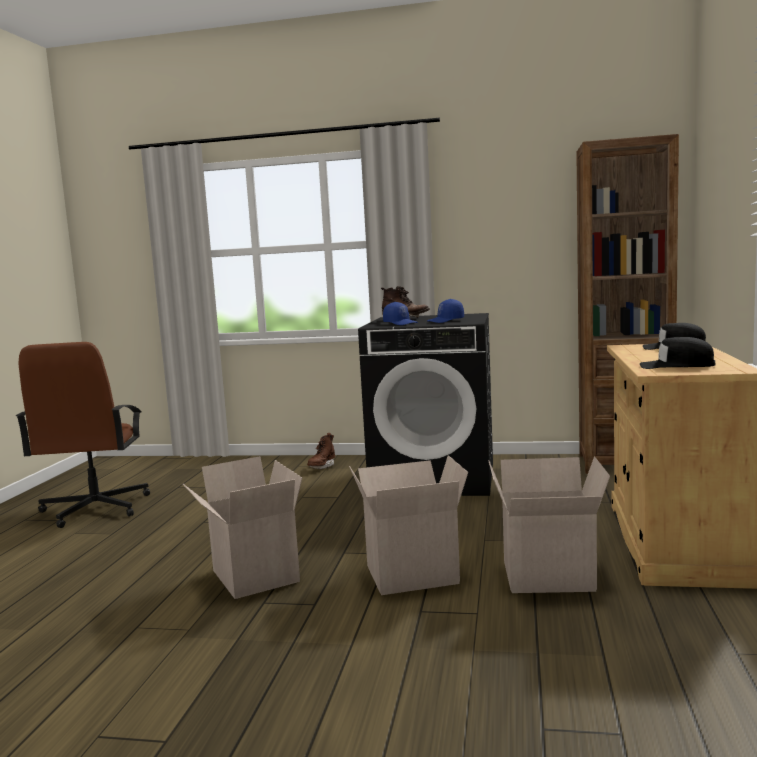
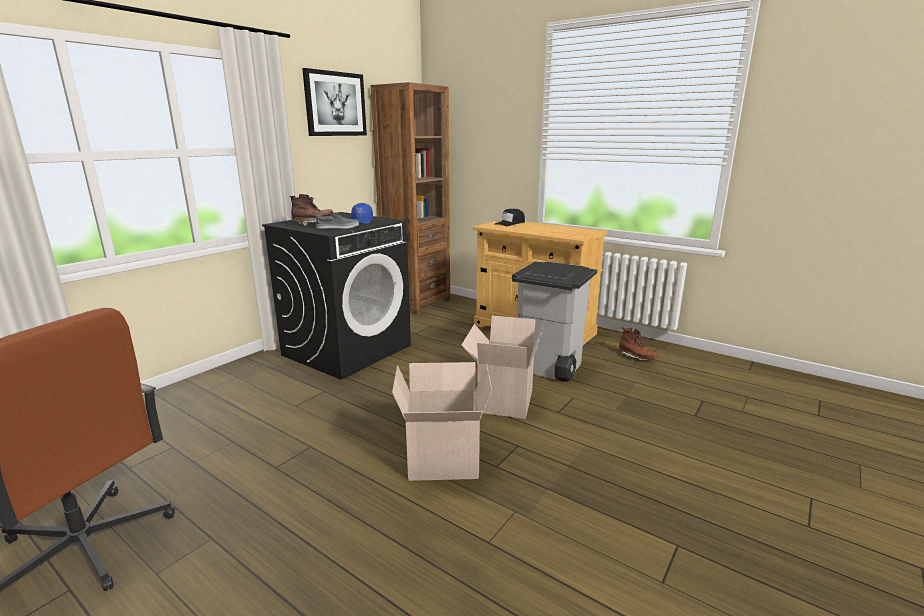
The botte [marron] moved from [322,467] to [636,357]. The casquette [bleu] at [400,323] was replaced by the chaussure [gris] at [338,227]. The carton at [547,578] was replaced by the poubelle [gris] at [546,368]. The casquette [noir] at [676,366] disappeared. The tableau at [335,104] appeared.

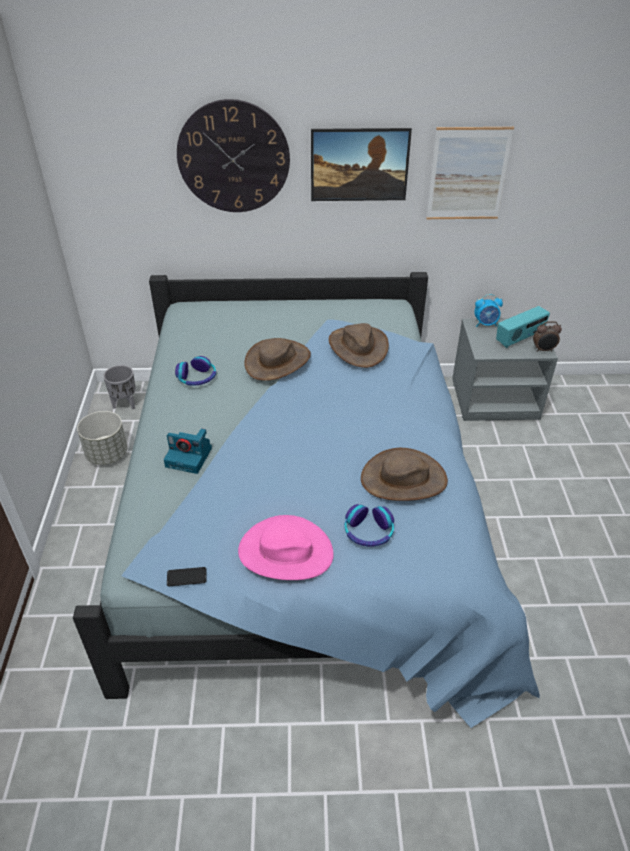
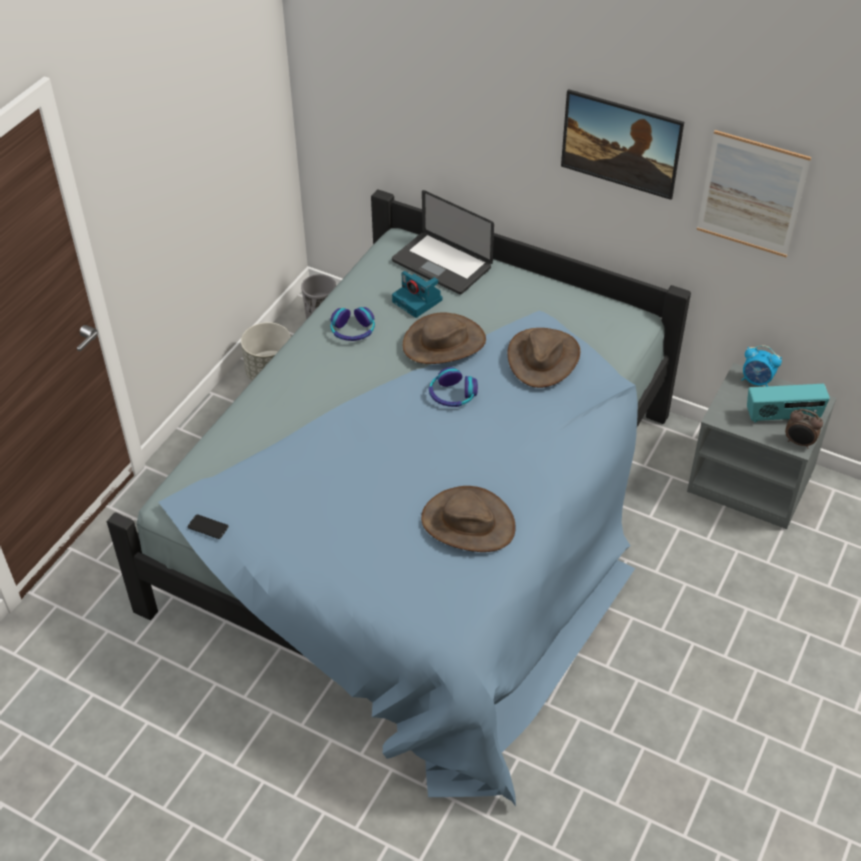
The appareil photo moved from [190,457] to [418,301]. The horloge murale at [233,157] disappeared. The chapeau [rose] at [285,552] disappeared. The casque audio moved from [368,532] to [452,395]. The ordinateur portable at [441,264] appeared.

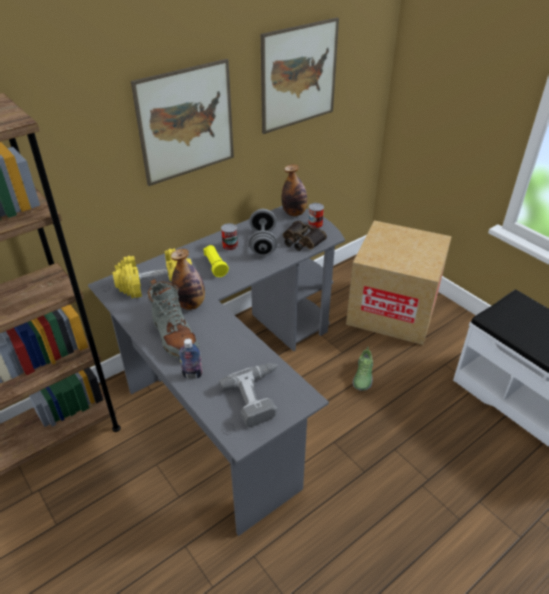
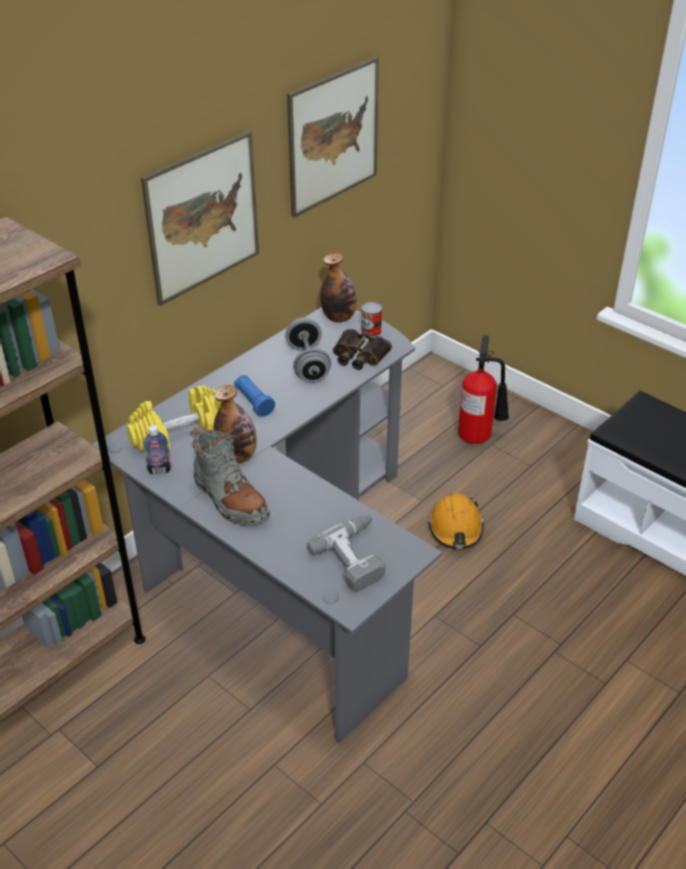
The bouteille moved from [192,375] to [159,470]. The lampe de poche [jaune] at [215,266] became the lampe de poche [bleu] at [254,402]. The boîte métallique at [230,246] disappeared. The carton at [392,310] was replaced by the extincteur at [479,436]. The chaussure at [362,376] was replaced by the casque de chantier [orange] at [456,529].

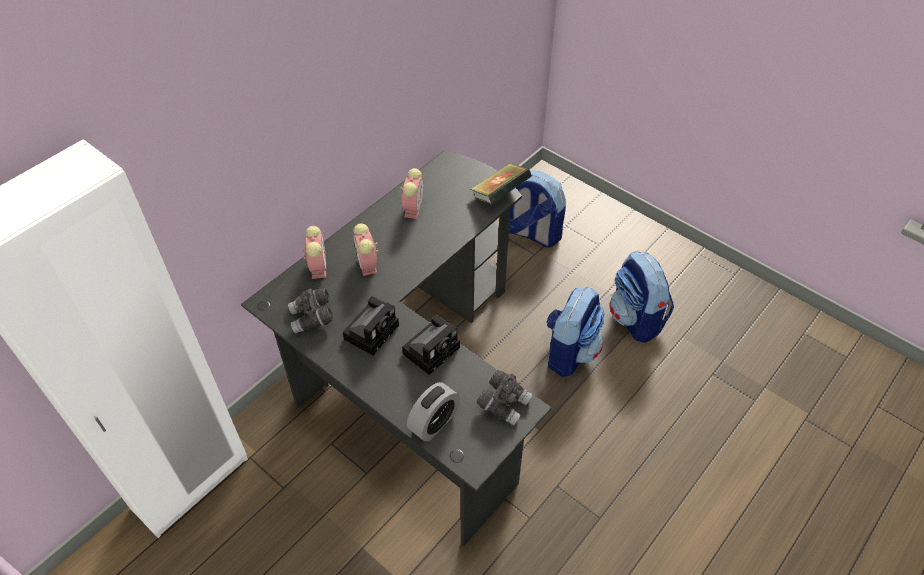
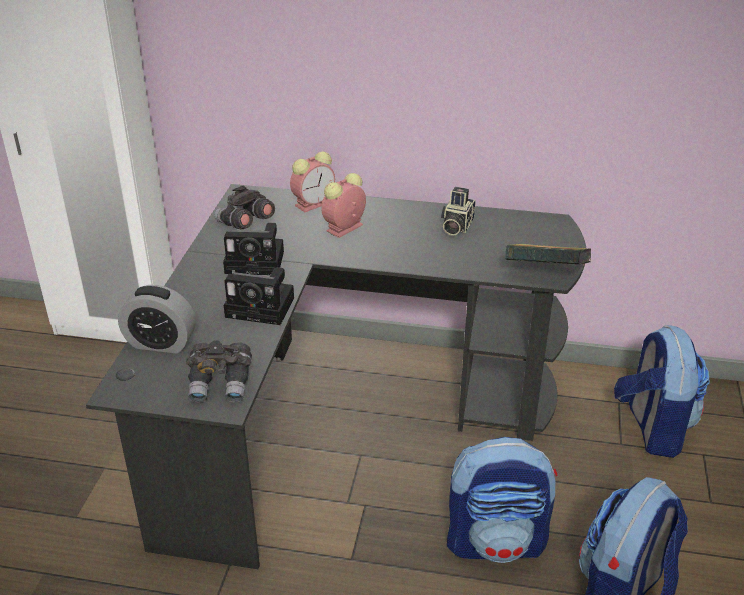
The réveil at [413,208] was replaced by the appareil photo at [456,226].

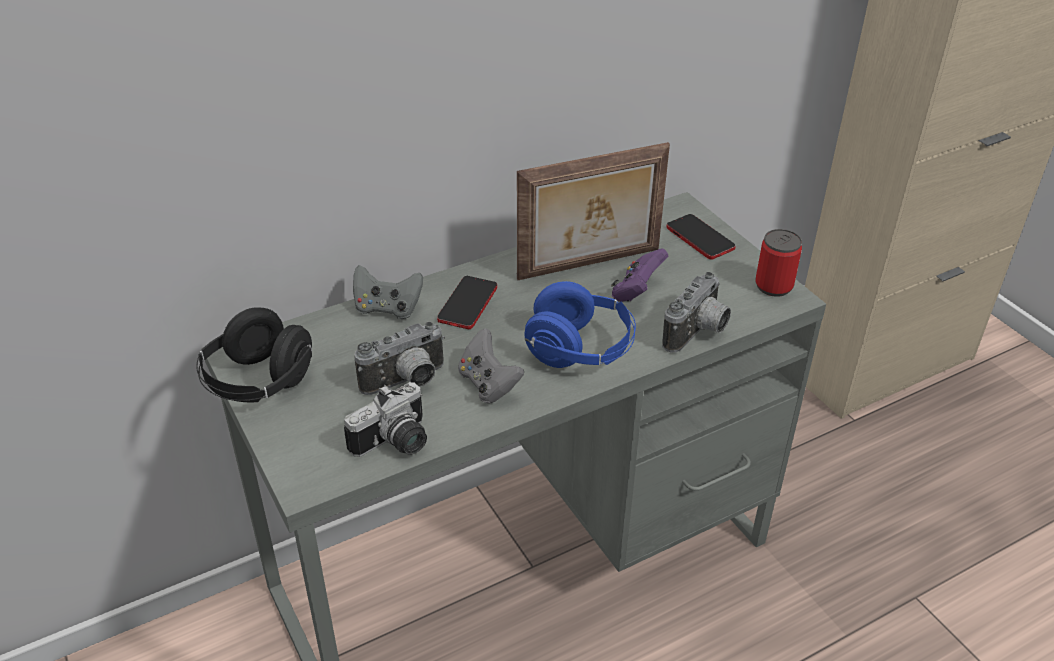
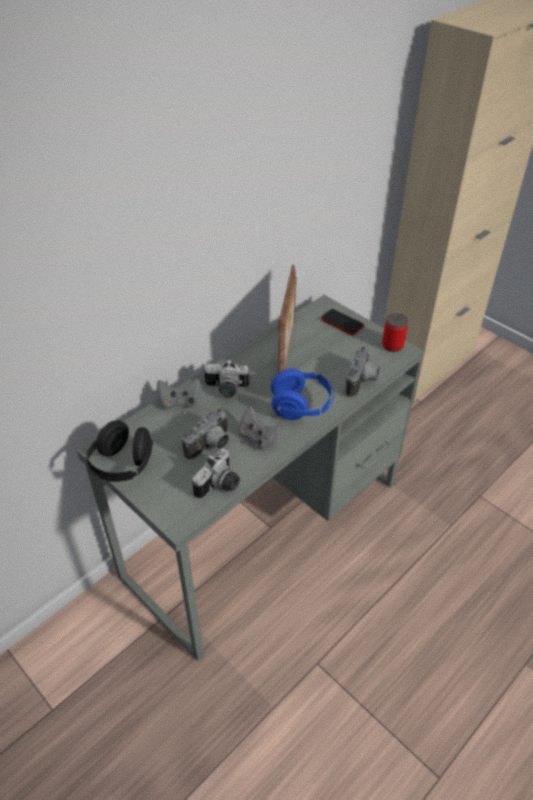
The téléphone at [468,304] was replaced by the appareil photo at [226,390]. The cadre photo at [590,265] turned 45 degrees counterclockwise. The manette [violet] at [636,292] disappeared.

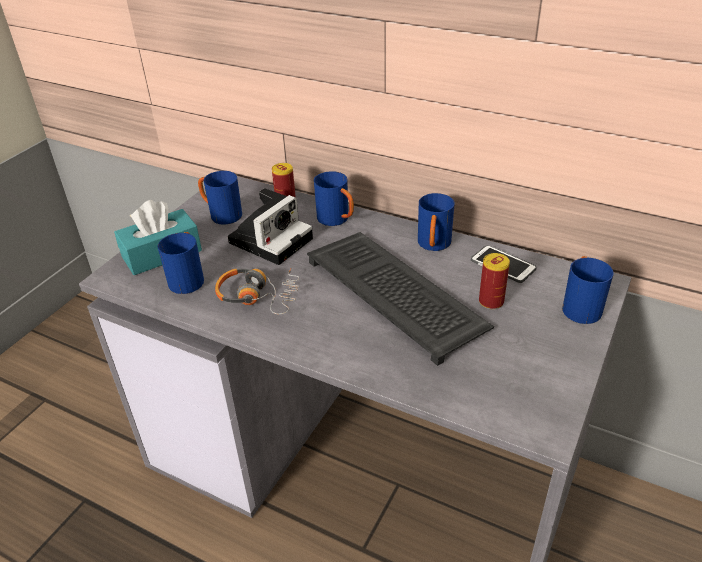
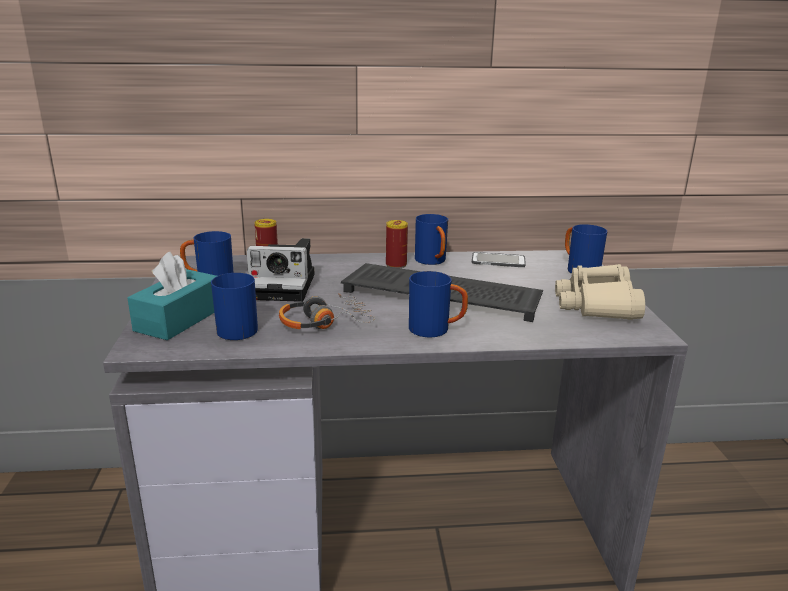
The appareil photo at [272,239] turned 90 degrees clockwise. The mug [bleu] moved from [337,220] to [436,330]. The boîte métallique moved from [491,302] to [396,265]. The jumelles [beige] at [597,305] appeared.

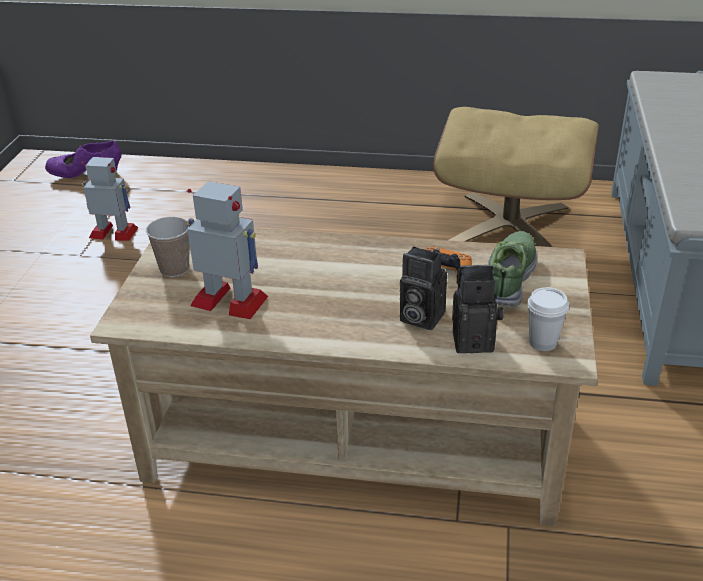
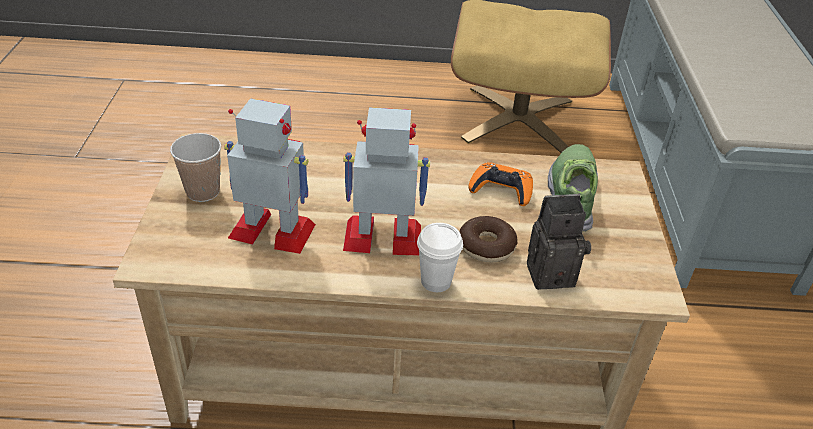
The chaussure [violet] at [86,175] disappeared. The robot jouet moved from [114,232] to [384,237]. The appareil photo at [419,317] was replaced by the beignet at [486,246]. The tasse [blanc] moved from [542,342] to [436,281].

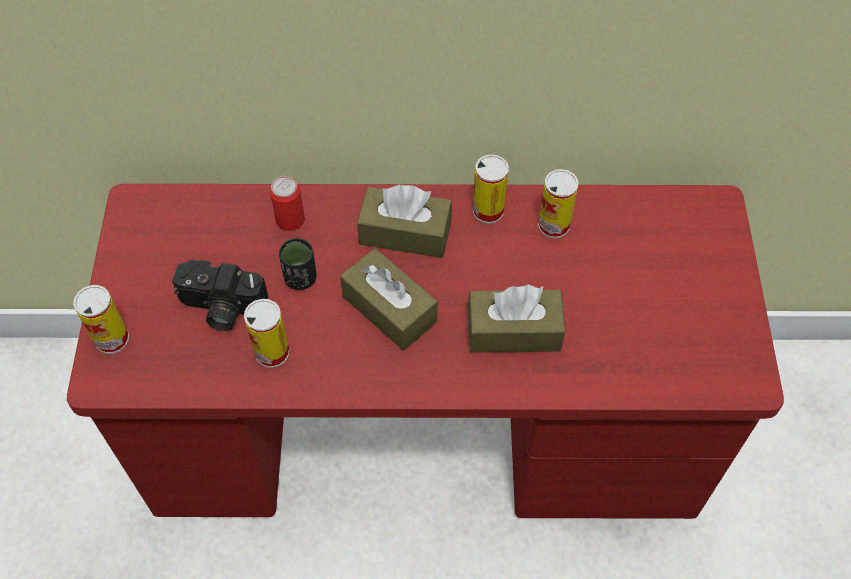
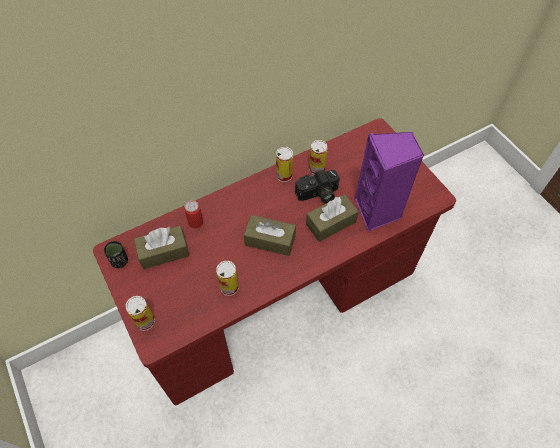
The appareil photo moved from [220,308] to [318,194]. The tasse [noir] moved from [300,278] to [119,261]. The boîte à mouchoirs [marron] moved from [405,233] to [163,252]. The enceinte [violet] at [378,211] appeared.

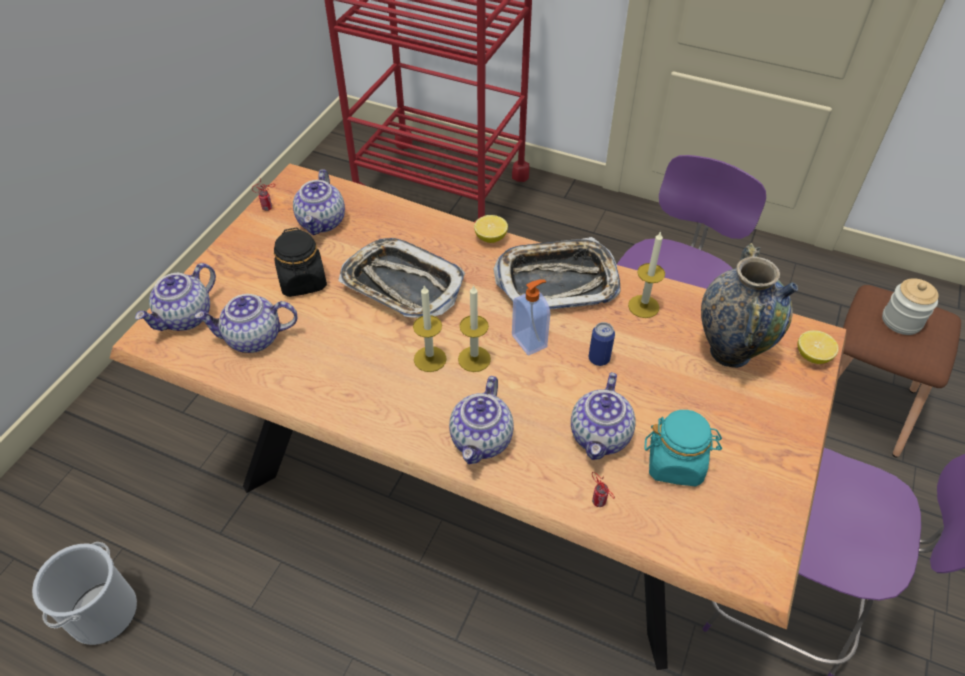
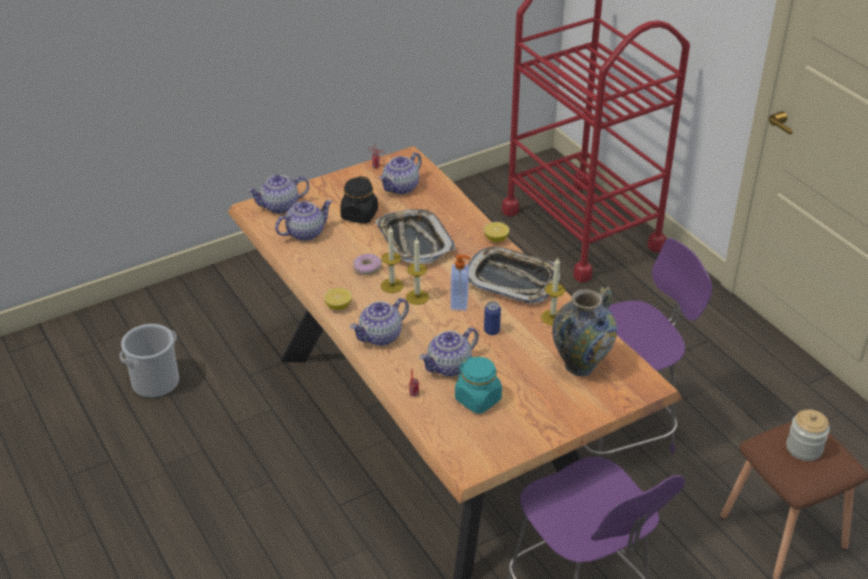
The théière at [253,338] turned 120 degrees clockwise. The citron moved from [812,356] to [338,306]. The beignet at [367,268] appeared.

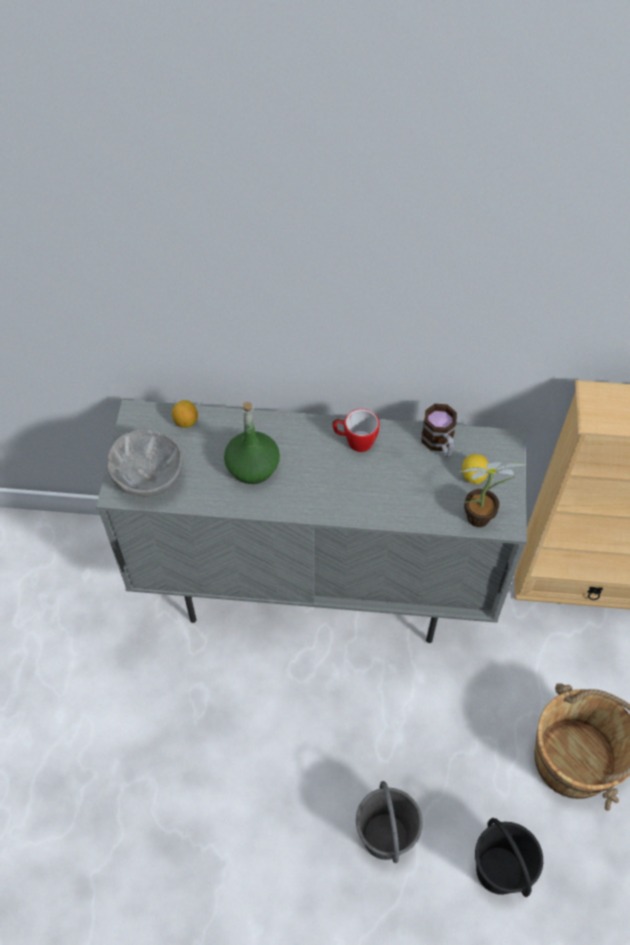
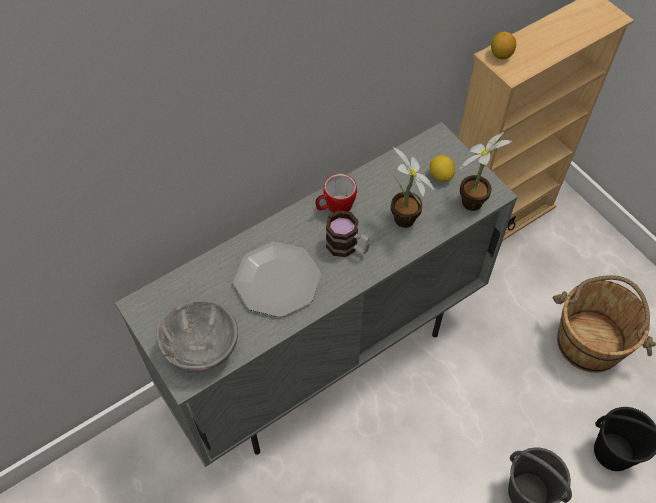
The citron moved from [186,421] to [500,55]. The bouteille [vert] at [253,467] was replaced by the assiette at [277,280]. The mug moved from [439,444] to [347,247]. The plante en pot at [405,222] appeared.

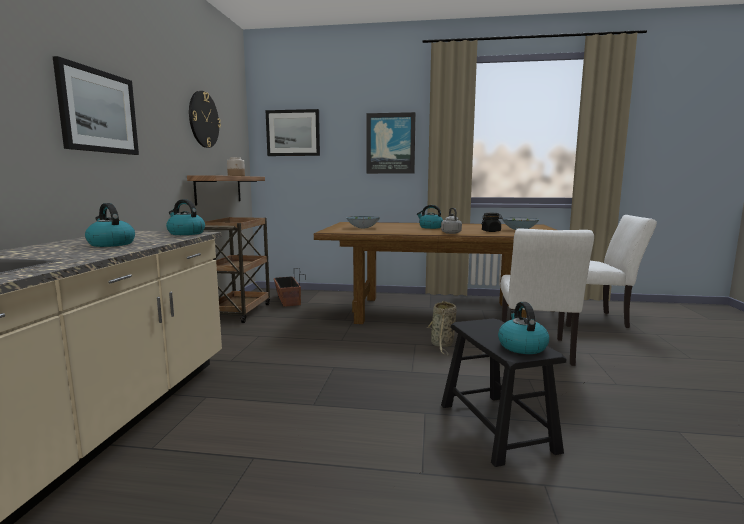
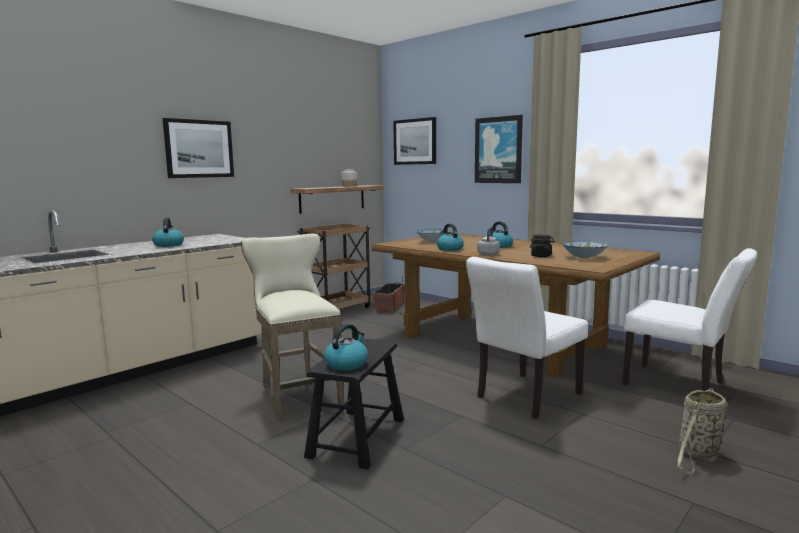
The bouilloire moved from [185,233] to [449,249]. The horloge murale at [203,119] disappeared. The panier moved from [442,345] to [697,454]. The tabouret [beige] at [297,394] appeared.

